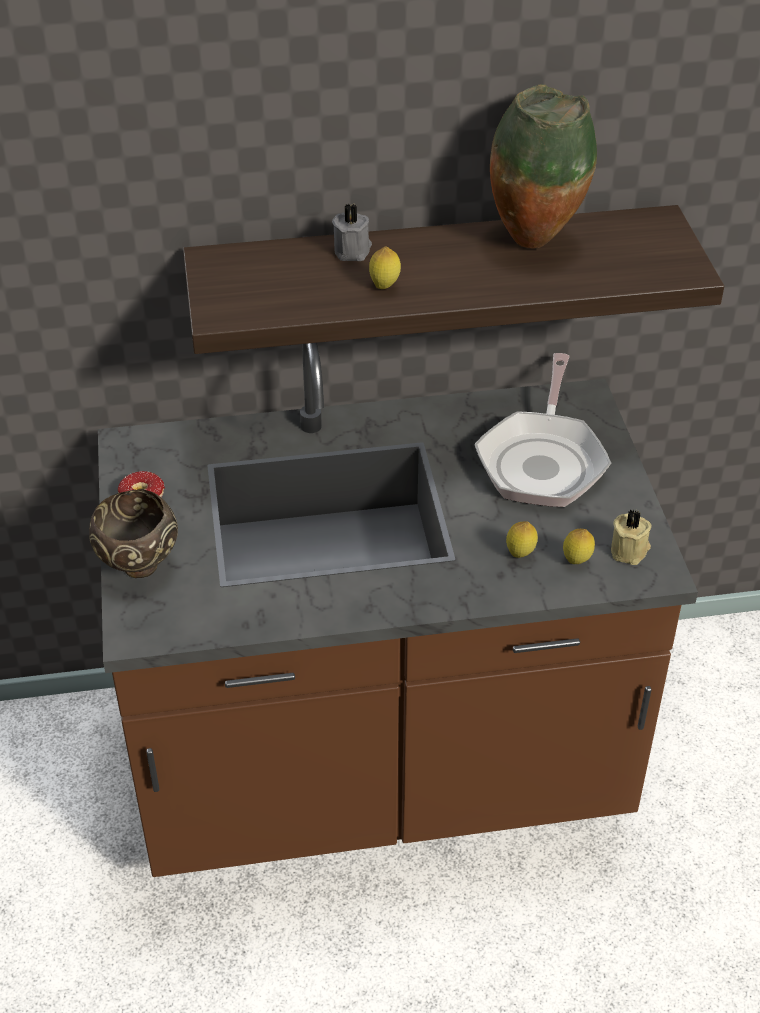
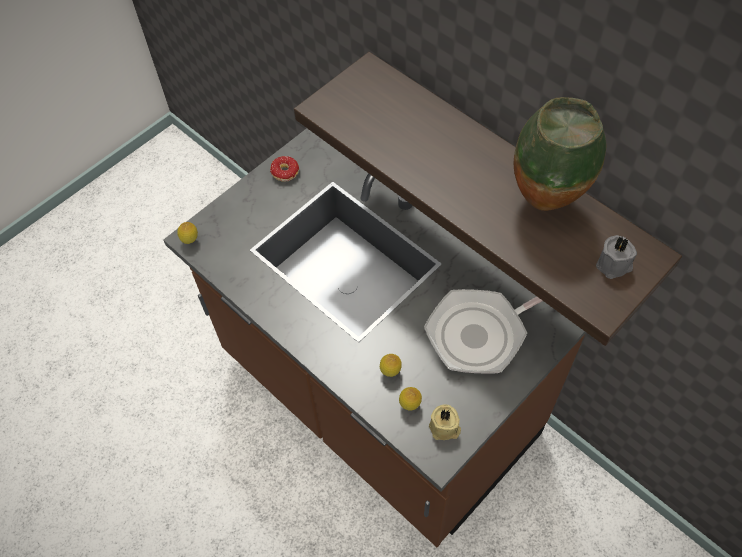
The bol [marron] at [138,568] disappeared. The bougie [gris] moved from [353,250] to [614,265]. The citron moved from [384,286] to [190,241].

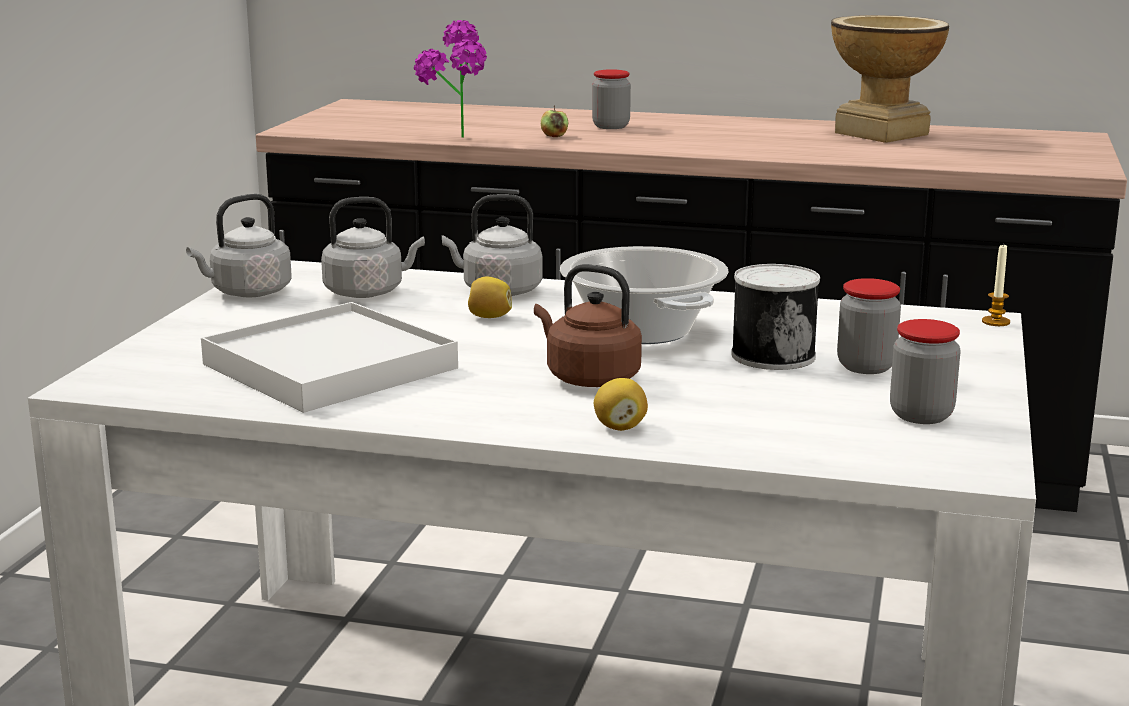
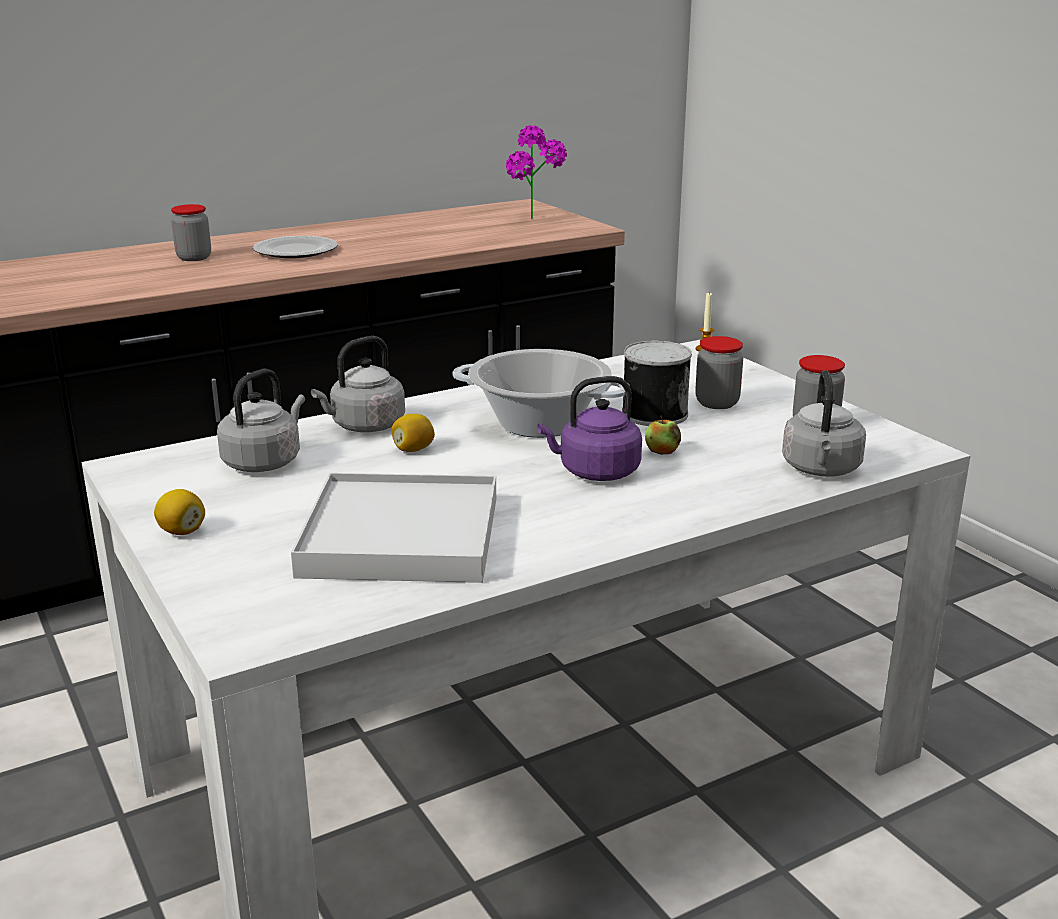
The bouilloire [gris] moved from [247,293] to [821,470]. The plante en pot moved from [456,140] to [536,220]. The bouilloire [marron] at [588,378] became the bouilloire [violet] at [595,472]. The pomme moved from [554,136] to [662,451]. The citron moved from [620,427] to [181,531]. The vase at [882,133] disappeared. The assiette at [296,251] appeared.

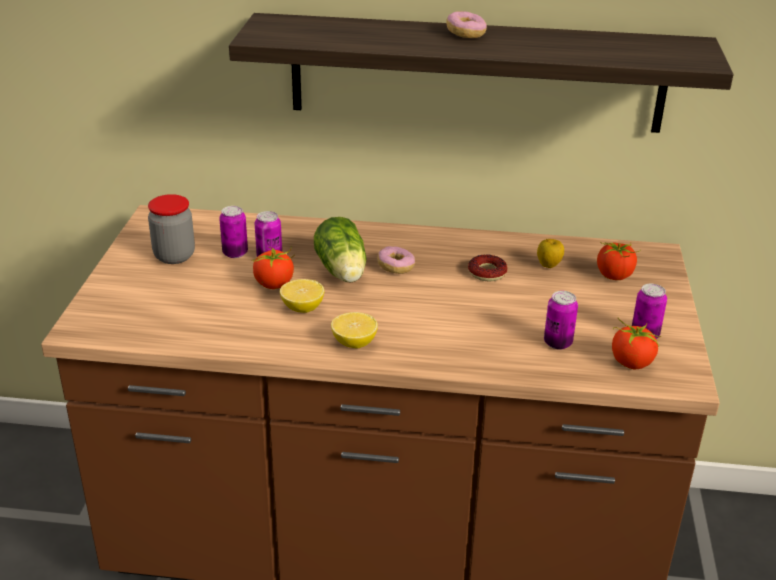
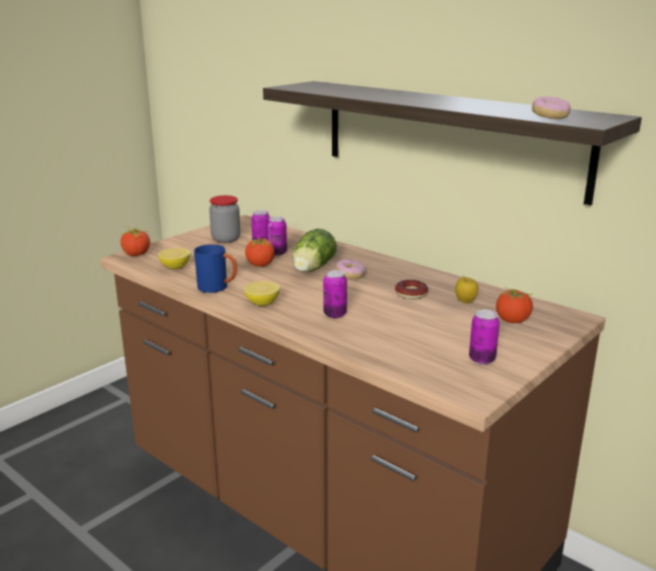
The citron moved from [302,308] to [175,267]. The beignet moved from [465,34] to [550,116]. The boîte métallique moved from [557,343] to [335,314]. The tomate moved from [631,363] to [136,254]. The mug [bleu] at [218,288] appeared.

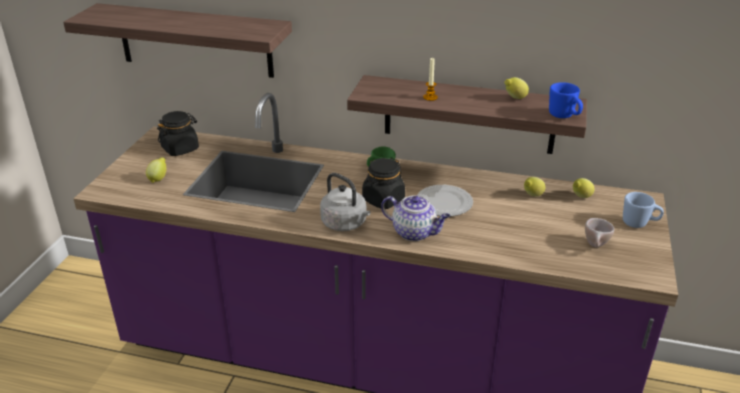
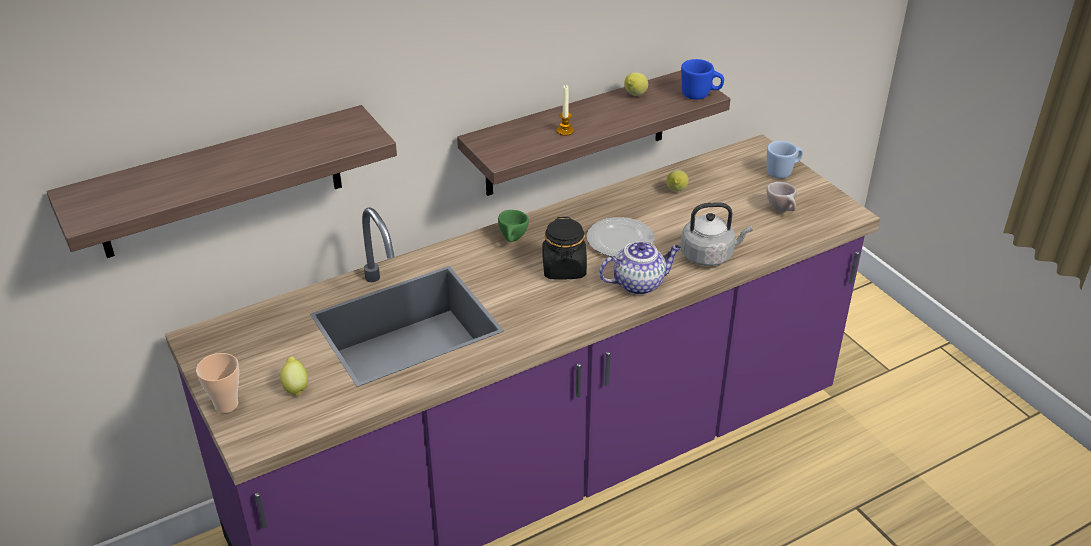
The bocal [noir] at [180,149] disappeared. The bouilloire [gris] moved from [345,224] to [709,255]. The citron at [580,197] disappeared. The tasse at [226,404] appeared.

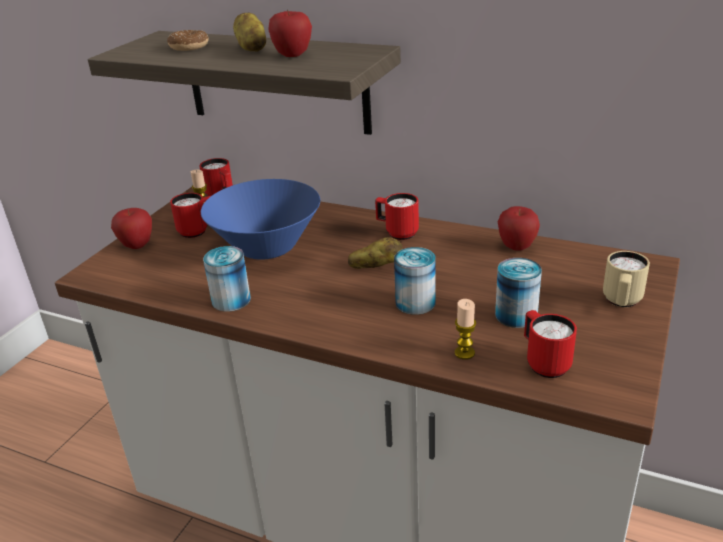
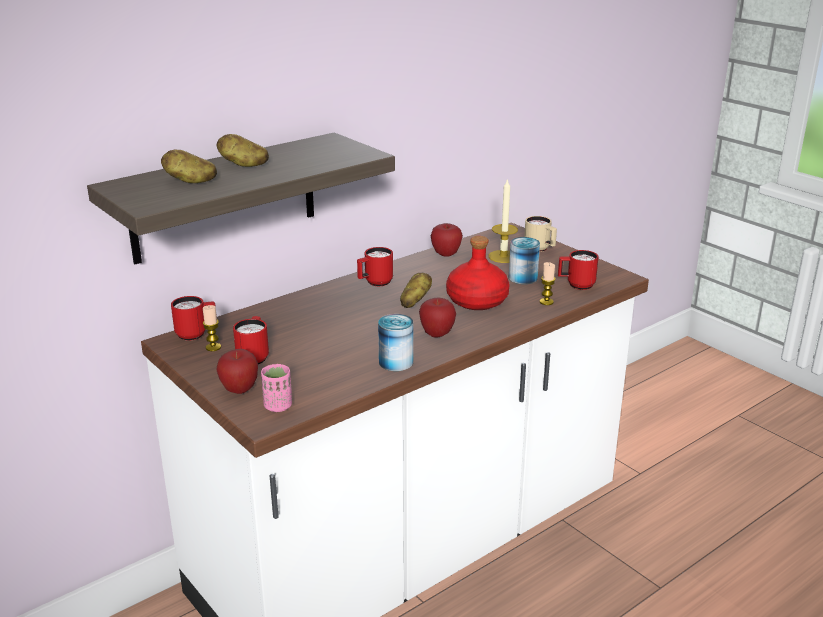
The beignet at [189,47] was replaced by the pomme de terre at [190,181]. The bol [bleu] at [266,247] disappeared. The pomme moved from [293,56] to [437,334]. The boîte métallique at [415,303] was replaced by the bouteille [rouge] at [476,301]. The tasse [rose] at [278,406] appeared. The bougie at [503,256] appeared.

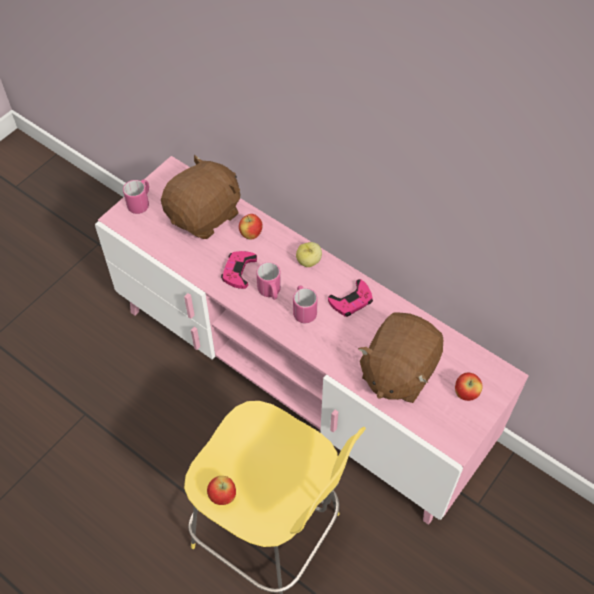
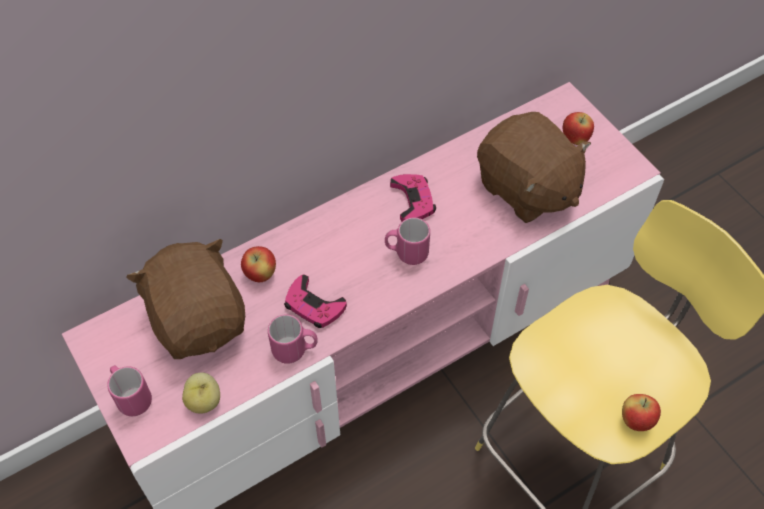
The mug [rose] moved from [270,292] to [295,350]. The pomme moved from [308,261] to [204,401].

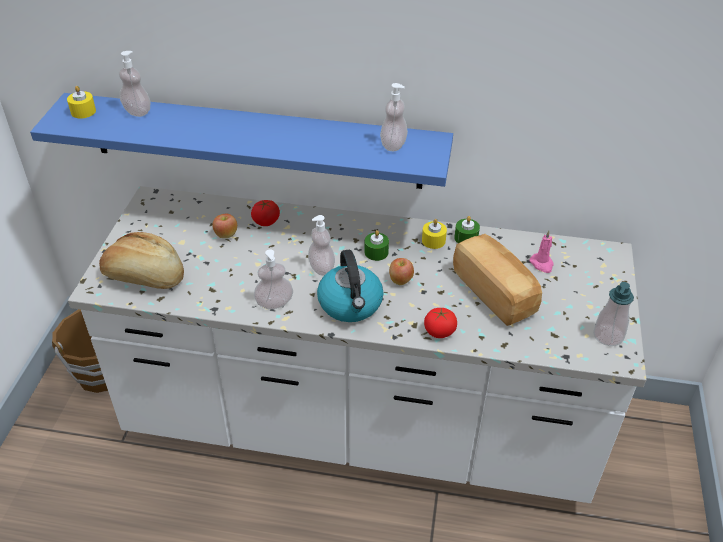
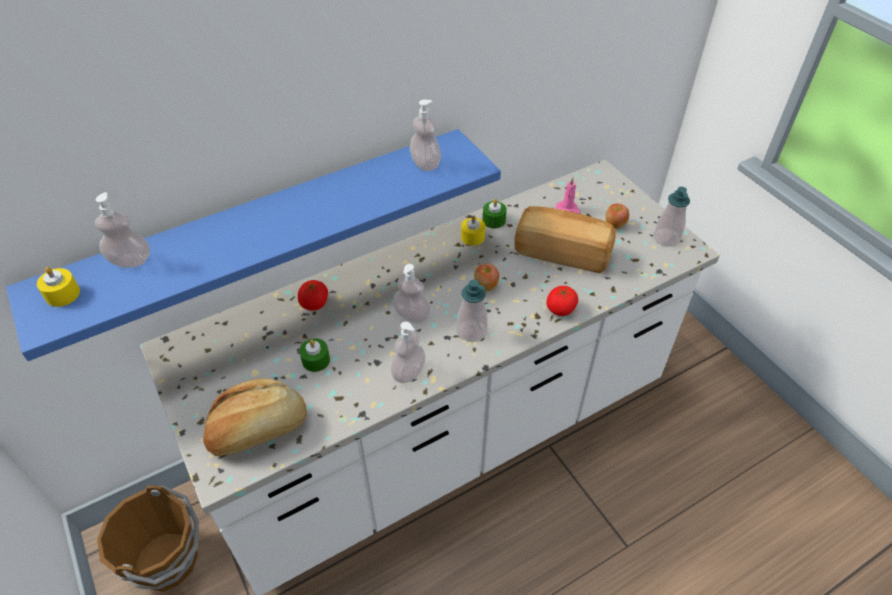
The pomme moved from [226,235] to [614,225]. The bouilloire at [351,304] was replaced by the distributeur de savon at [471,331]. The bougie [vert] moved from [376,252] to [316,360].

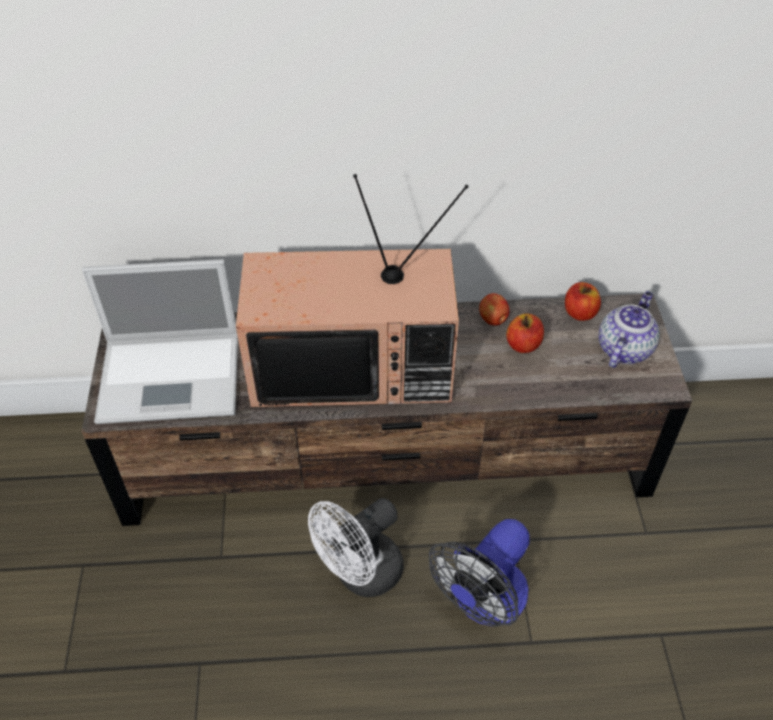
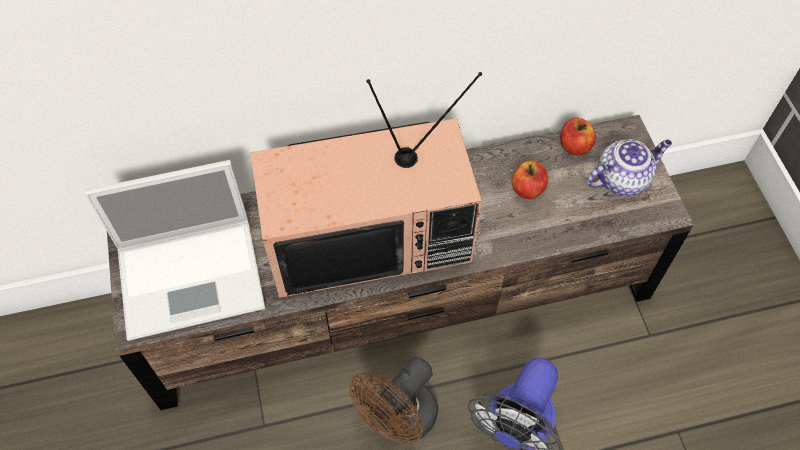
The ventilateur [blanc] at [360,575] became the ventilateur [marron] at [399,421]. The pomme at [493,320] disappeared. The théière at [624,348] turned 45 degrees clockwise.

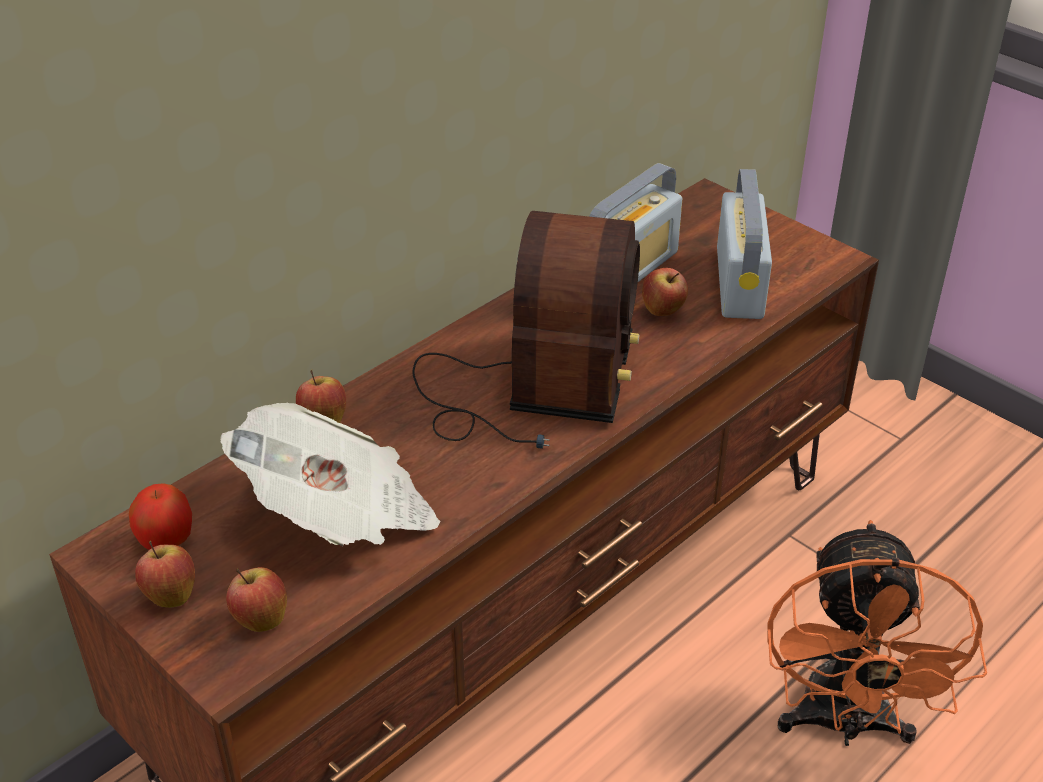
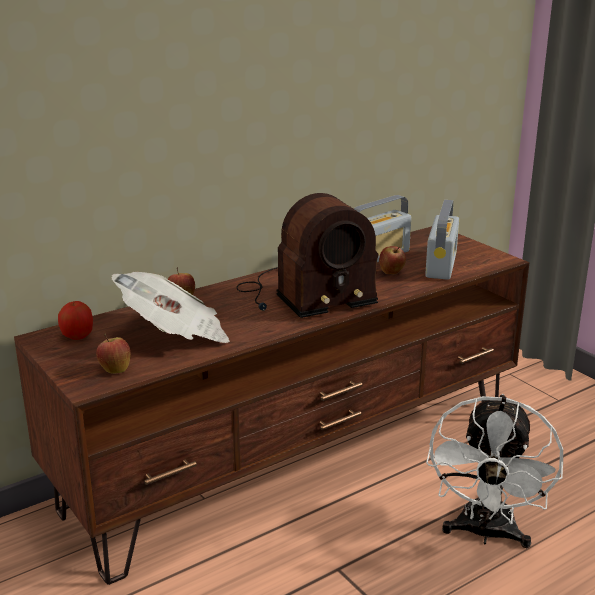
The pomme at [170,595] disappeared. The radio at [531,387] turned 45 degrees clockwise. The ventilateur [orange] at [844,724] became the ventilateur [blanc] at [486,534].

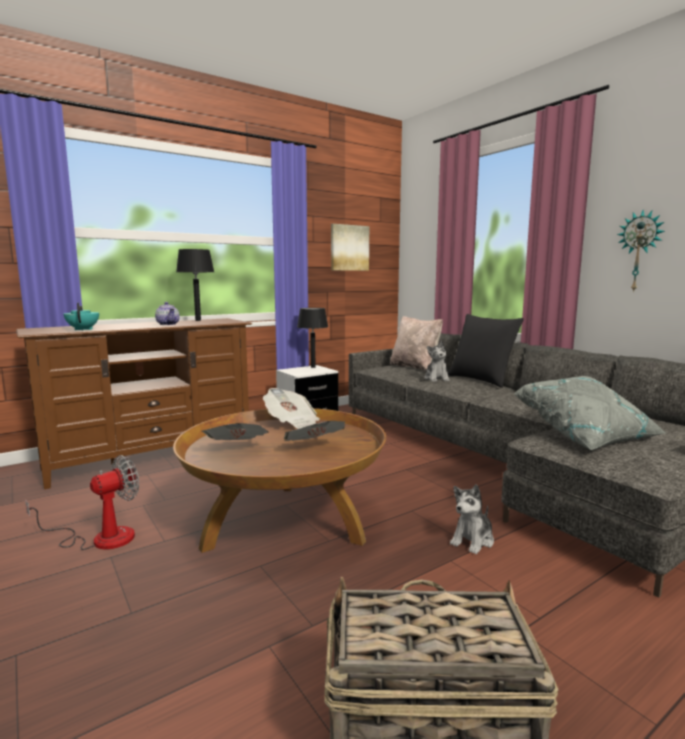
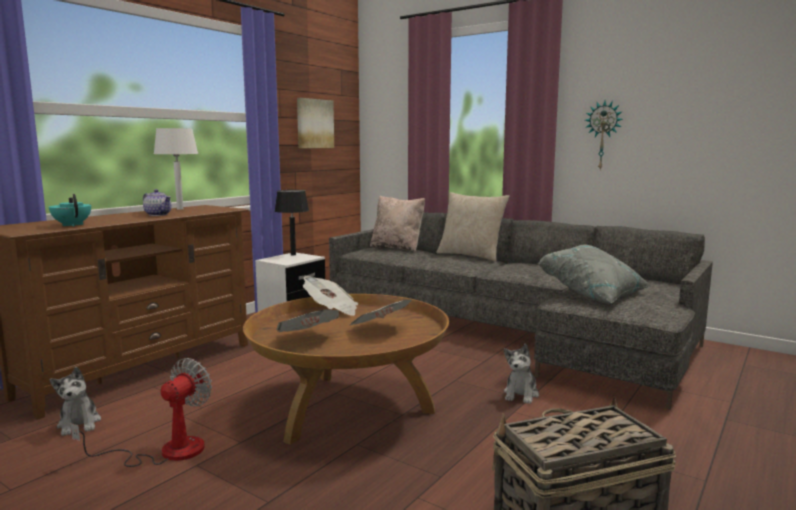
The lampe de table [noir] at [198,320] became the lampe de table [blanc] at [180,209]. The peluche moved from [437,379] to [79,424]. The coussin [noir] at [481,380] became the coussin [beige] at [471,255].

